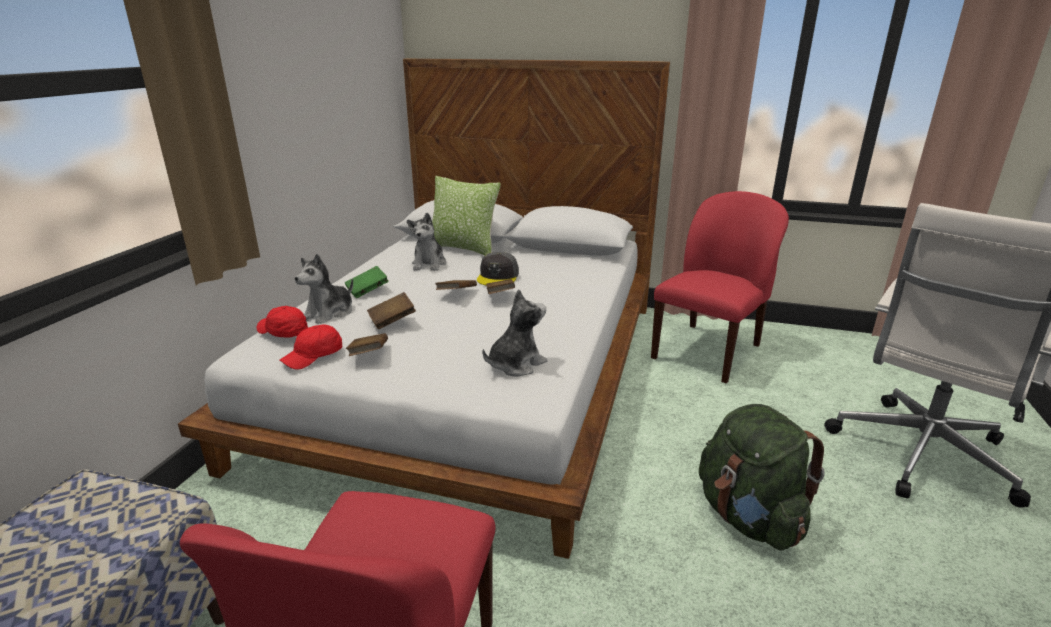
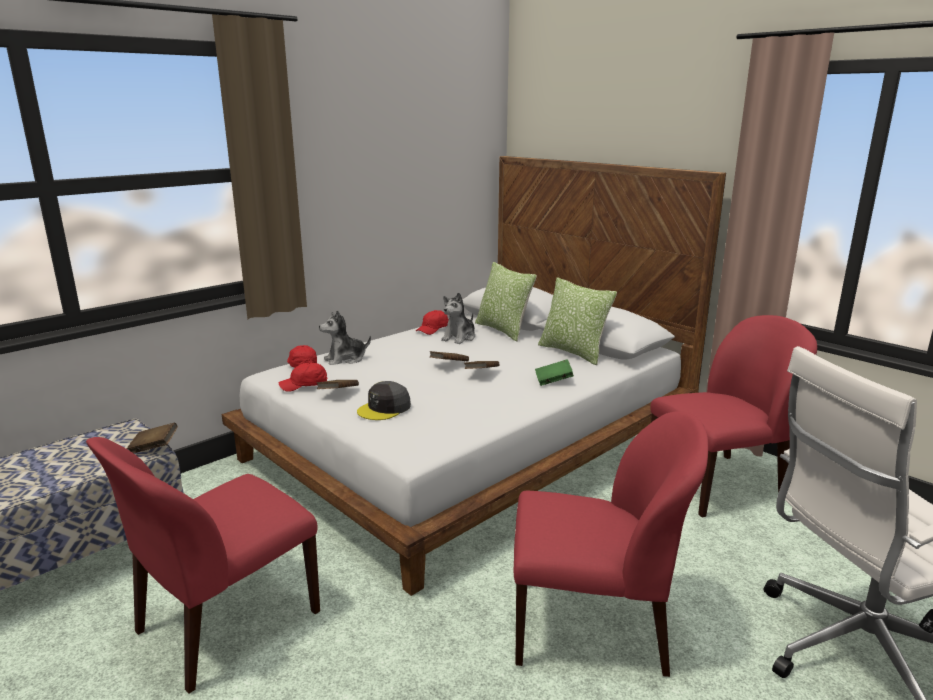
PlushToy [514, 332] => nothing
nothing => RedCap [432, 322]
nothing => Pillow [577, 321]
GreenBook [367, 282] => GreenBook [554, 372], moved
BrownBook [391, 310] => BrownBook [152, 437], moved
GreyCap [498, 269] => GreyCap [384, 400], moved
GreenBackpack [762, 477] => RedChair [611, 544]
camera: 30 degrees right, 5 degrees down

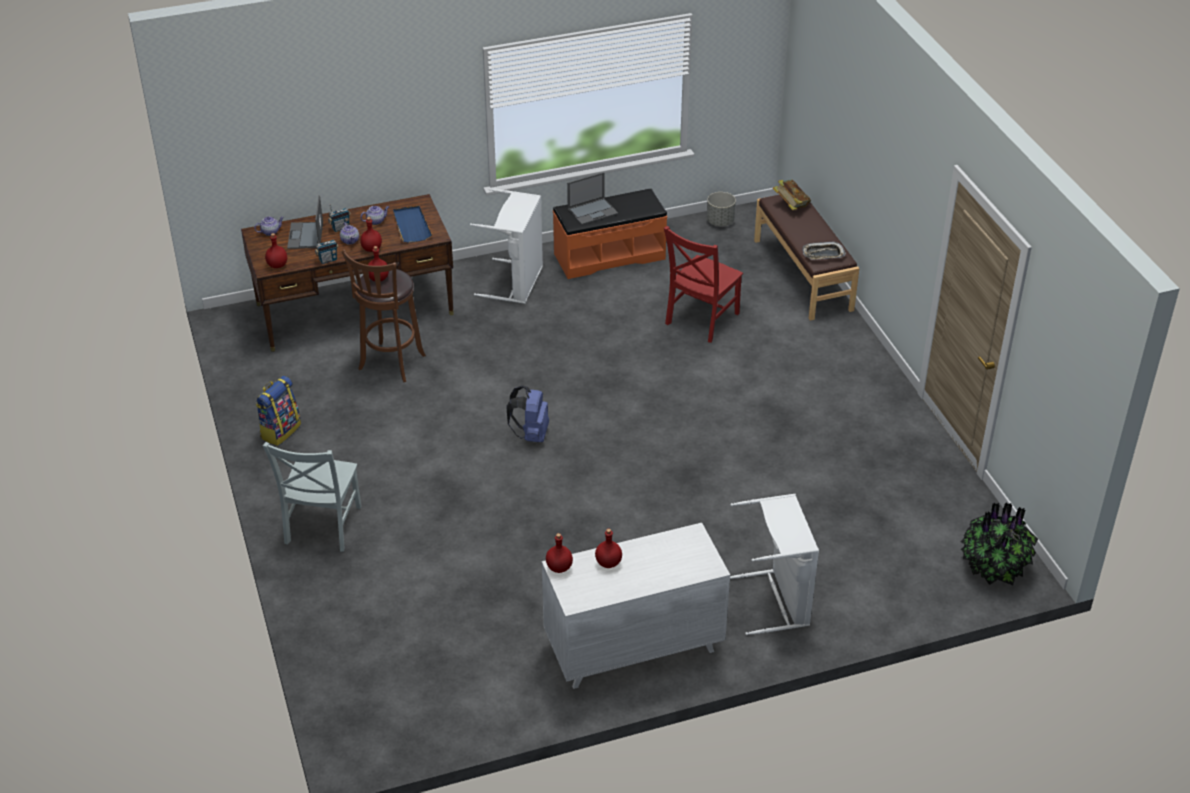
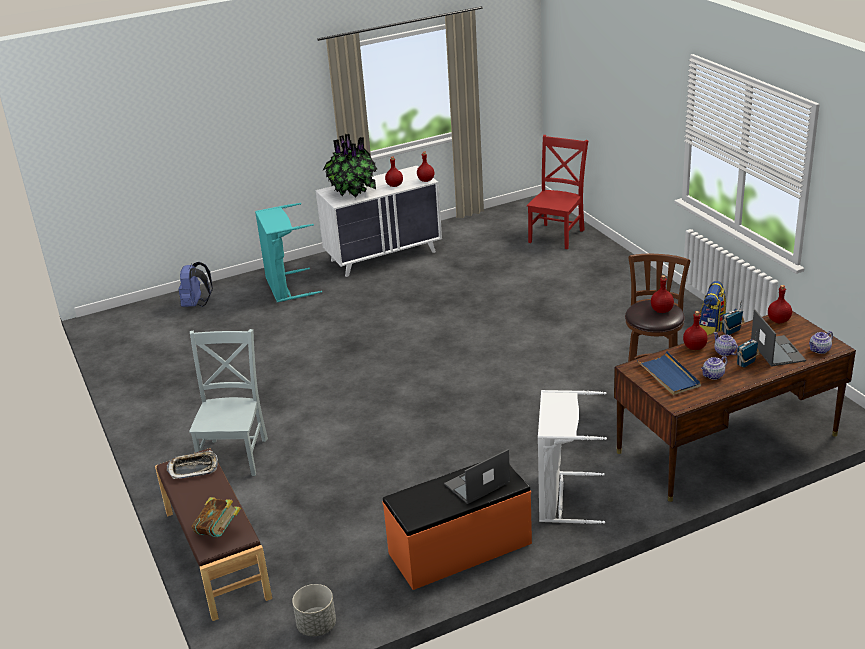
GreyChair [312, 497] => GreyChair [228, 402], moved
BlueBackpack [528, 413] => BlueBackpack [195, 284], moved
RedChair [703, 284] => RedChair [558, 192], moved
PottedPlant [999, 543] => PottedPlant [350, 166], moved
WhiteLaundryBasket [774, 564] => TurquoiseLaundryBasket [288, 252]
camera: 175 degrees right, 10 degrees down

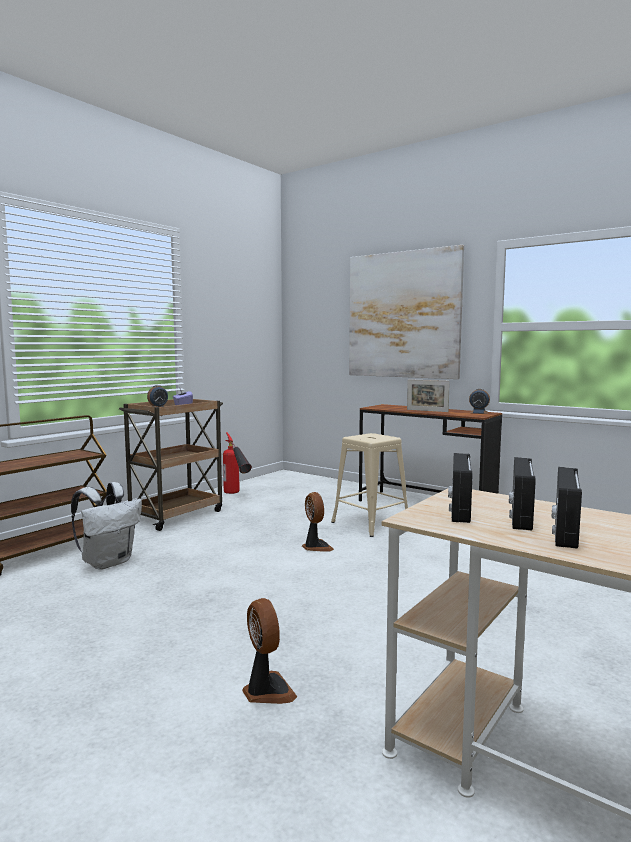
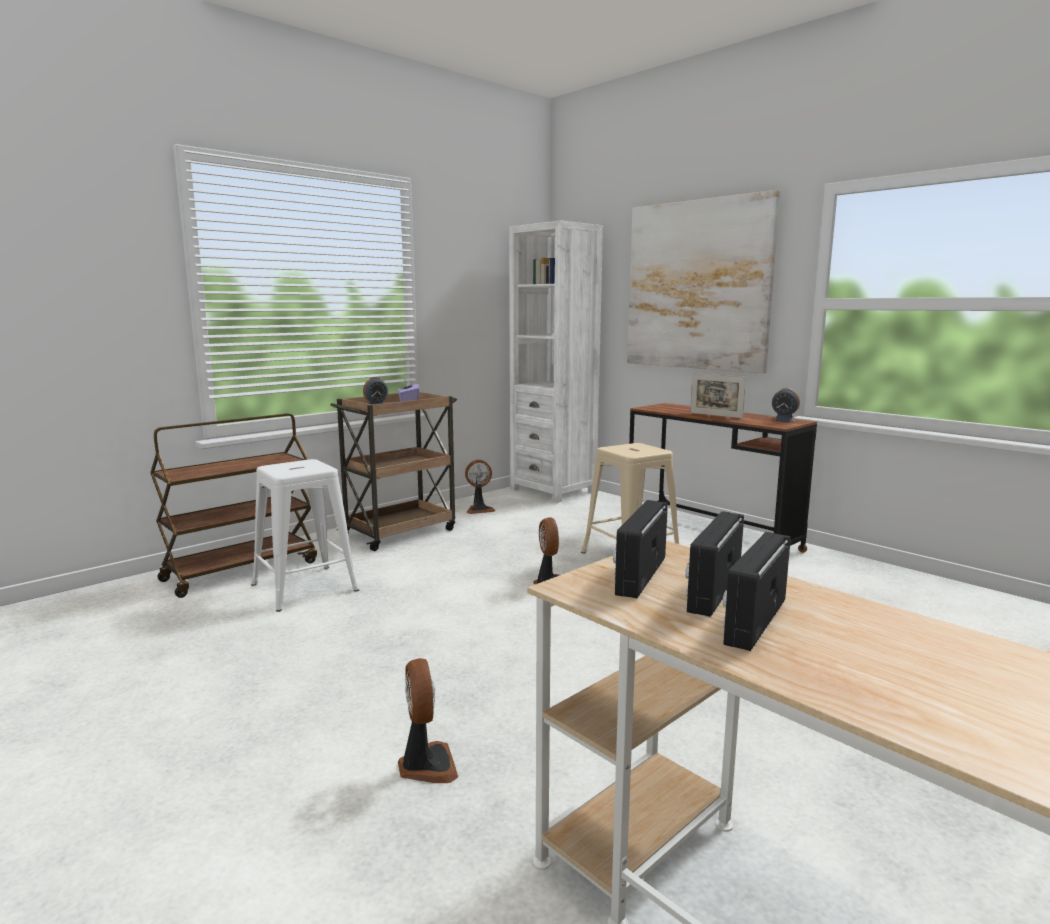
nothing => WhiteBookcase [556, 362]
WhiteBackpack [106, 526] => WhiteStool [305, 535]
FireExtinguisher [237, 463] => Fan [480, 487]
camera: 10 degrees right, 5 degrees up

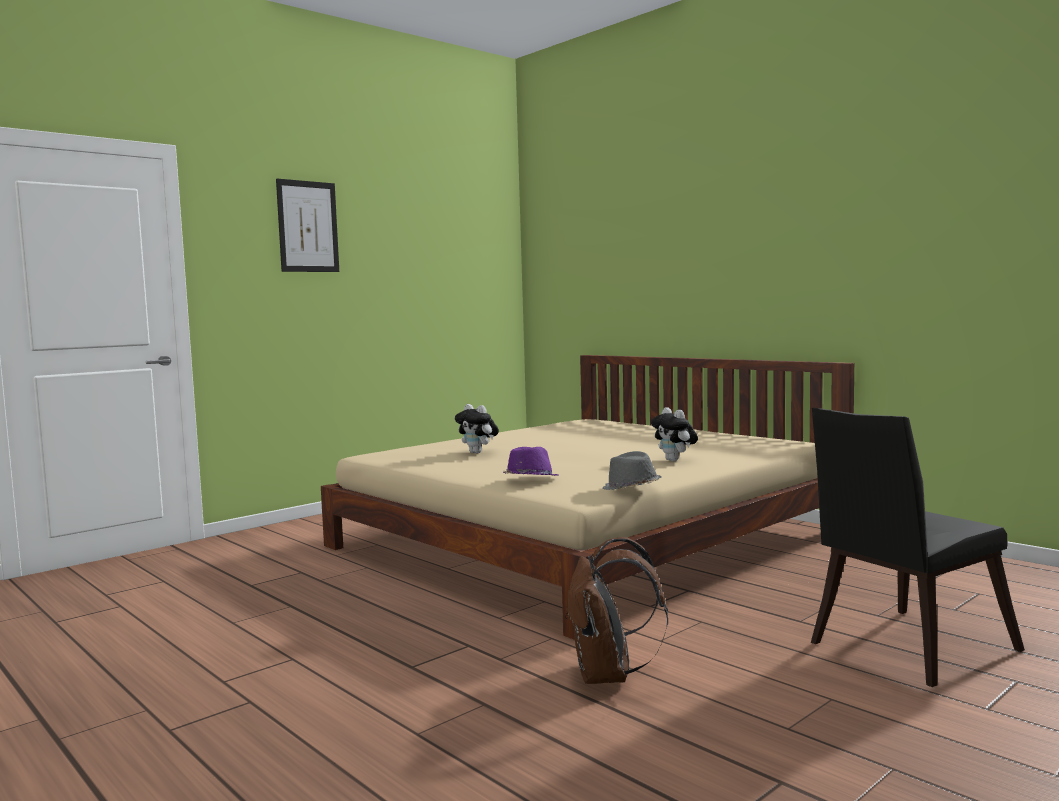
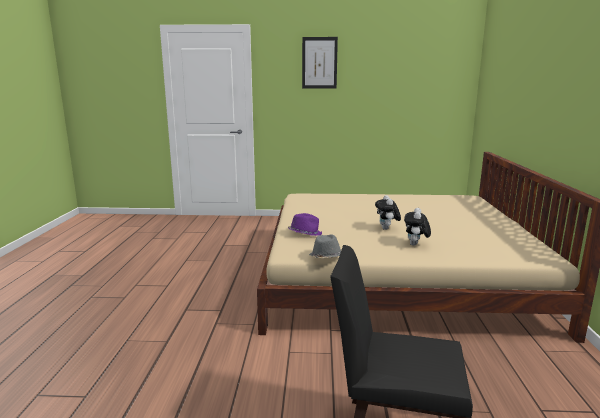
BrownBackpack [616, 610] => nothing
PlushToy [477, 428] => PlushToy [388, 212], moved
camera: 45 degrees right, 10 degrees up

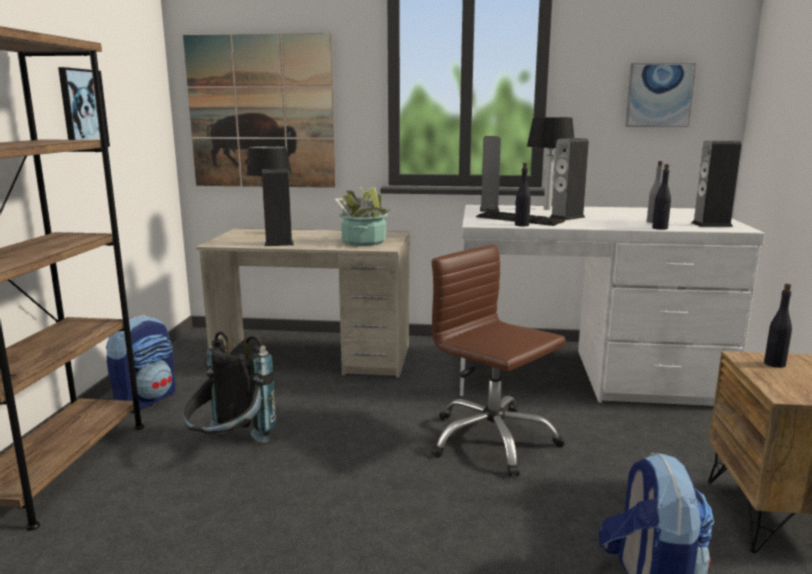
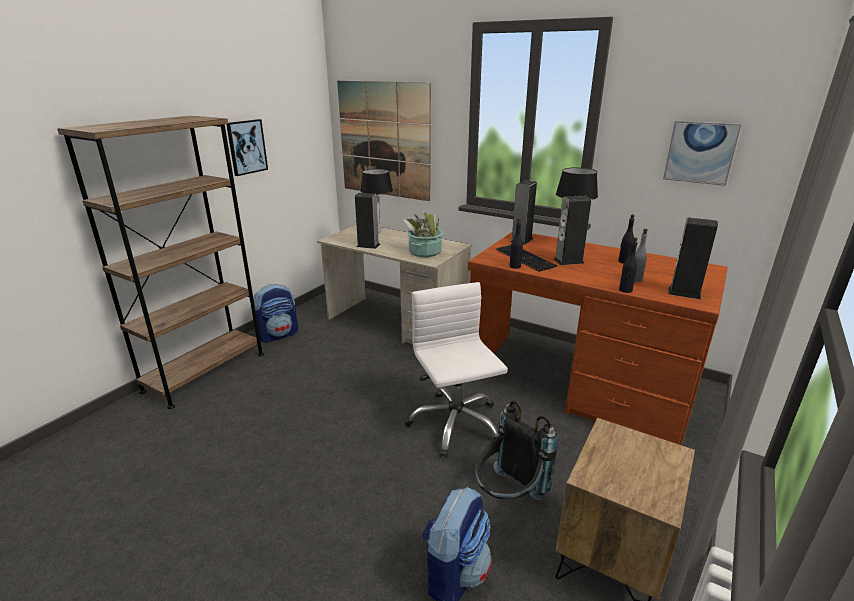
BlackBackpack [229, 387] => BlackBackpack [516, 450], moved
BlackBottle [778, 325] => BlackBottle [626, 239], moved
BrownOfficeChair [498, 361] => WhiteOfficeChair [456, 370]
WhiteDesk [612, 305] => BrownDesk [598, 338]
camera: 25 degrees right, 10 degrees up

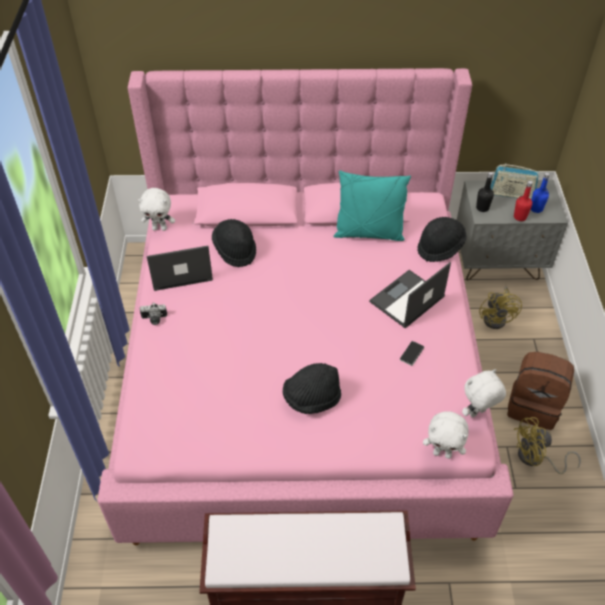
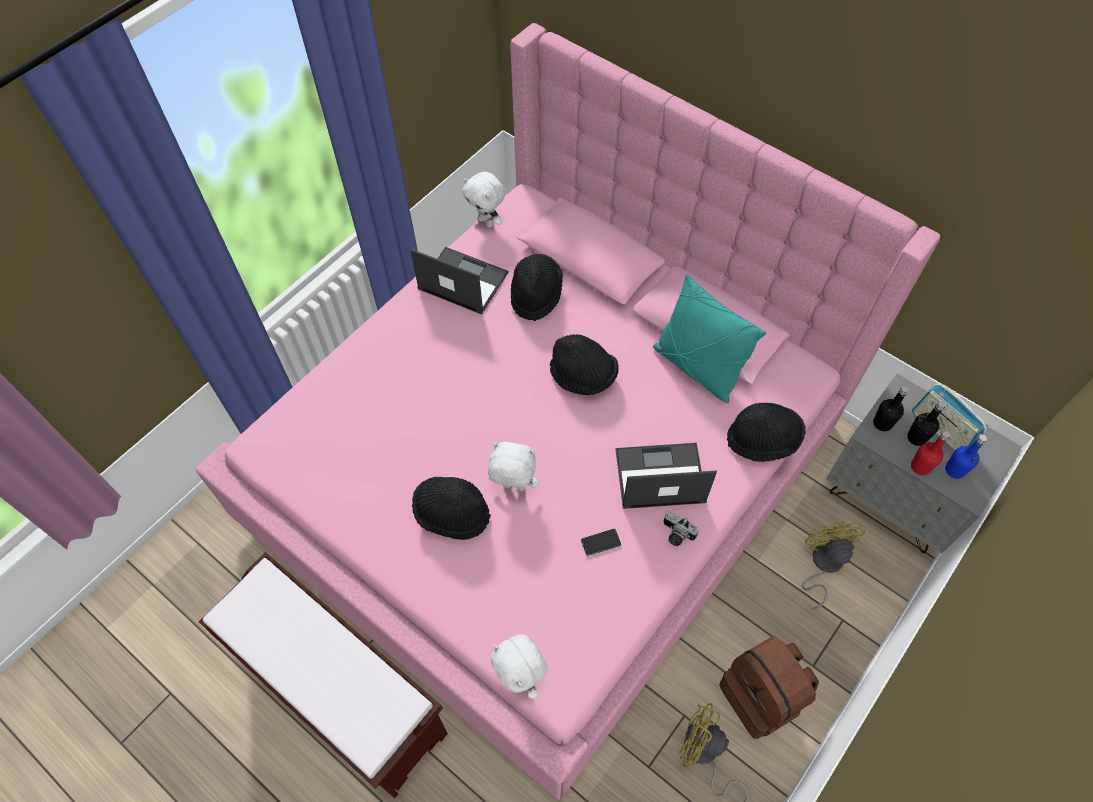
nothing => BlackHat [584, 364]
nothing => BlackBottle [926, 423]
PhotoCamera [153, 314] => PhotoCamera [681, 528], moved
WhitePlushToy [484, 393] => WhitePlushToy [513, 466], moved
YellowFan [500, 307] => YellowFan [834, 565], 135 degrees clockwise
camera: 40 degrees right, 10 degrees up

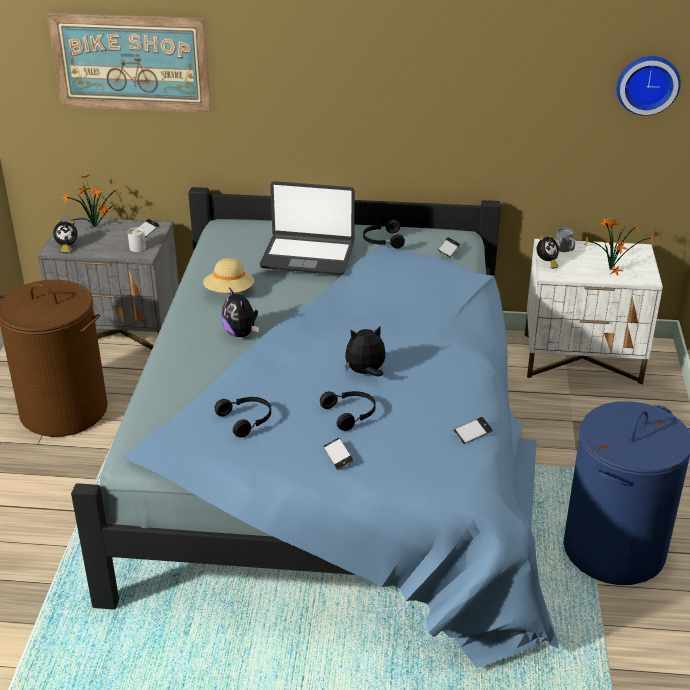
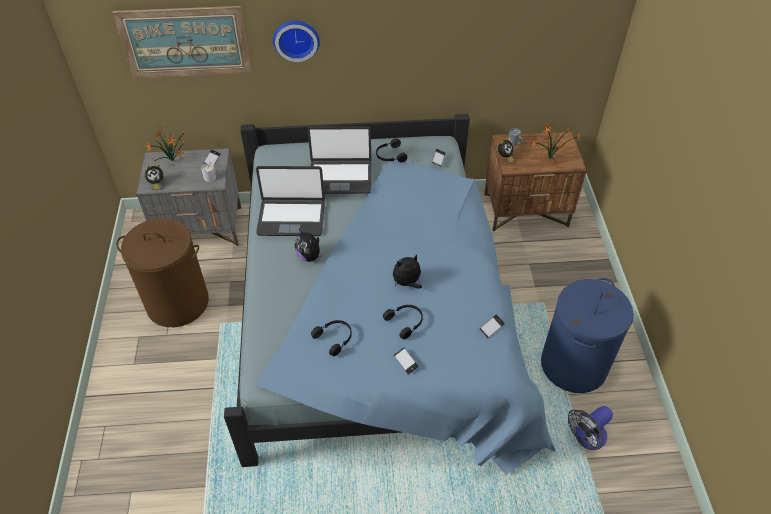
nothing => Fan [590, 428]
WallClock [649, 86] => WallClock [296, 41], moved
BeigeHat [228, 275] => Laptop [290, 201]
WhiteNightstand [594, 312] => BrownNightstand [535, 181]
camera: 10 degrees left, 15 degrees up

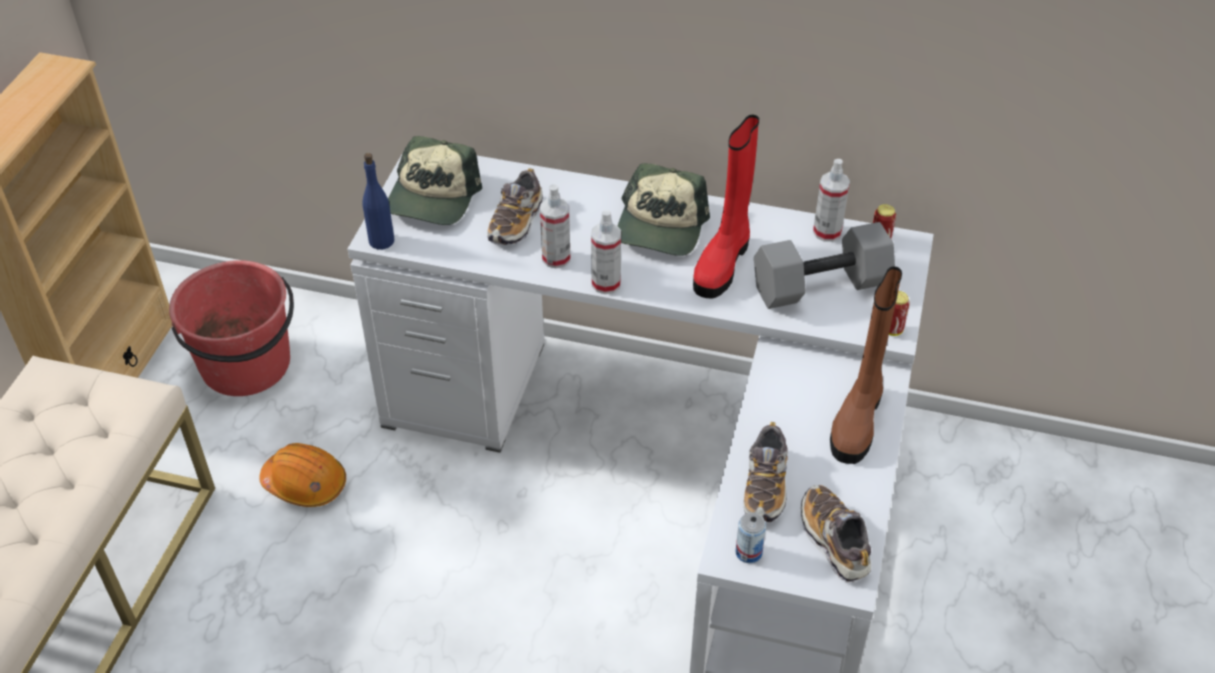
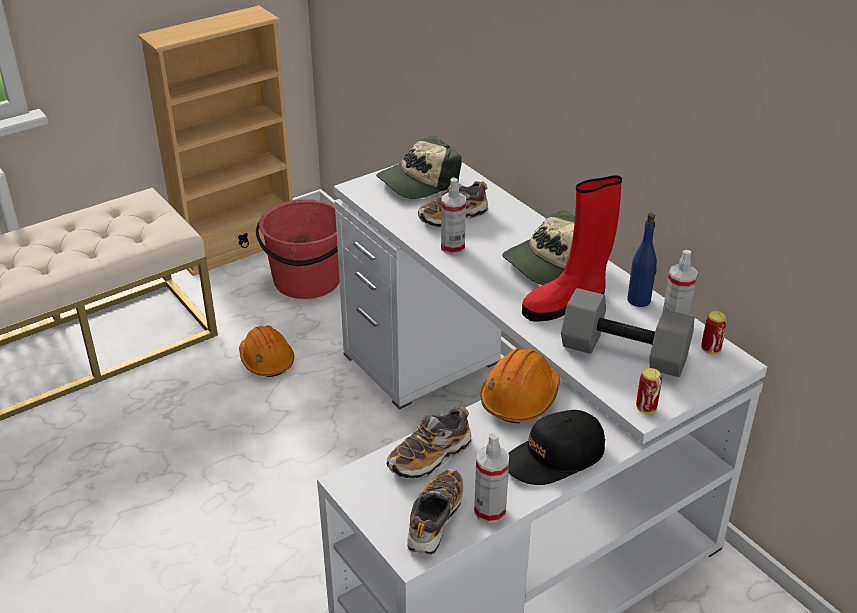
Can [750, 537] => nothing
nothing => OrangeHardHat [520, 385]
BlueBottle [378, 201] => BlueBottle [642, 260], moved
SprayBottle [606, 252] => SprayBottle [491, 478], moved
BrownBoot [866, 365] => BlackCap [556, 447]
camera: 40 degrees right, 10 degrees down

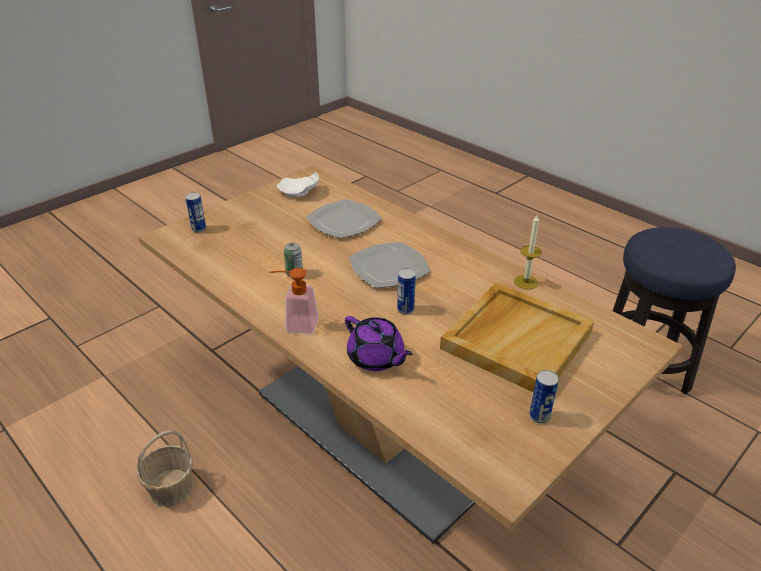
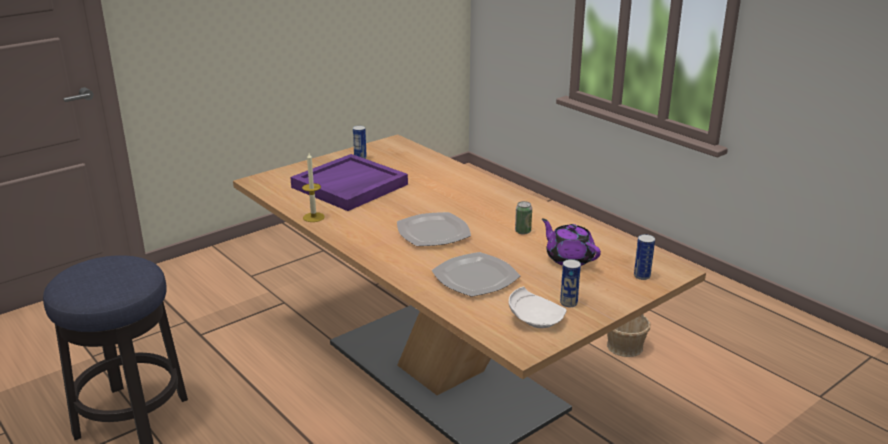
SoapDispenser [294, 301] => nothing
PurpleTeapot [379, 343] => PurpleTeapot [571, 242], moved
Can [406, 291] => Can [570, 283], moved
BeigeTray [517, 337] => PurpleTray [349, 182]
camera: 175 degrees left, 10 degrees down

